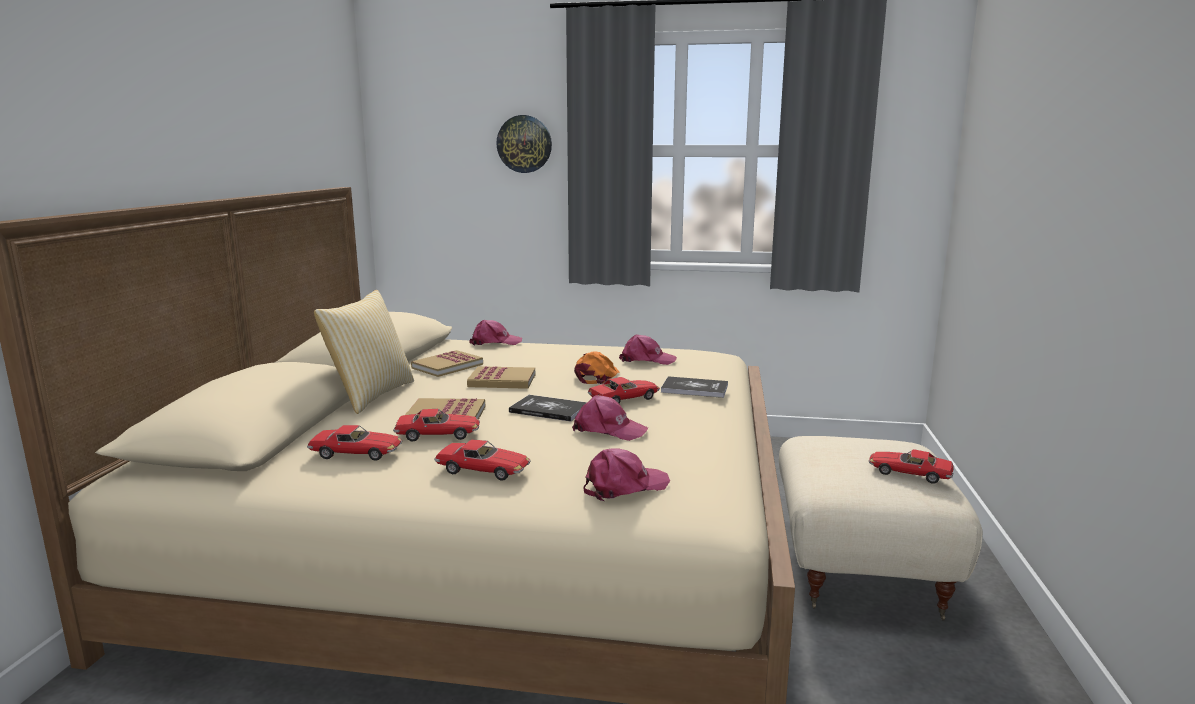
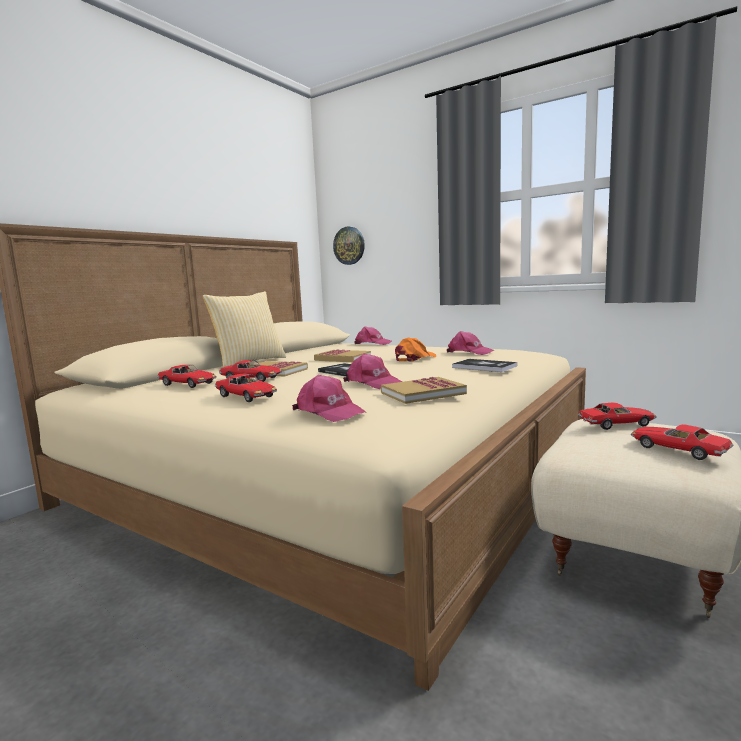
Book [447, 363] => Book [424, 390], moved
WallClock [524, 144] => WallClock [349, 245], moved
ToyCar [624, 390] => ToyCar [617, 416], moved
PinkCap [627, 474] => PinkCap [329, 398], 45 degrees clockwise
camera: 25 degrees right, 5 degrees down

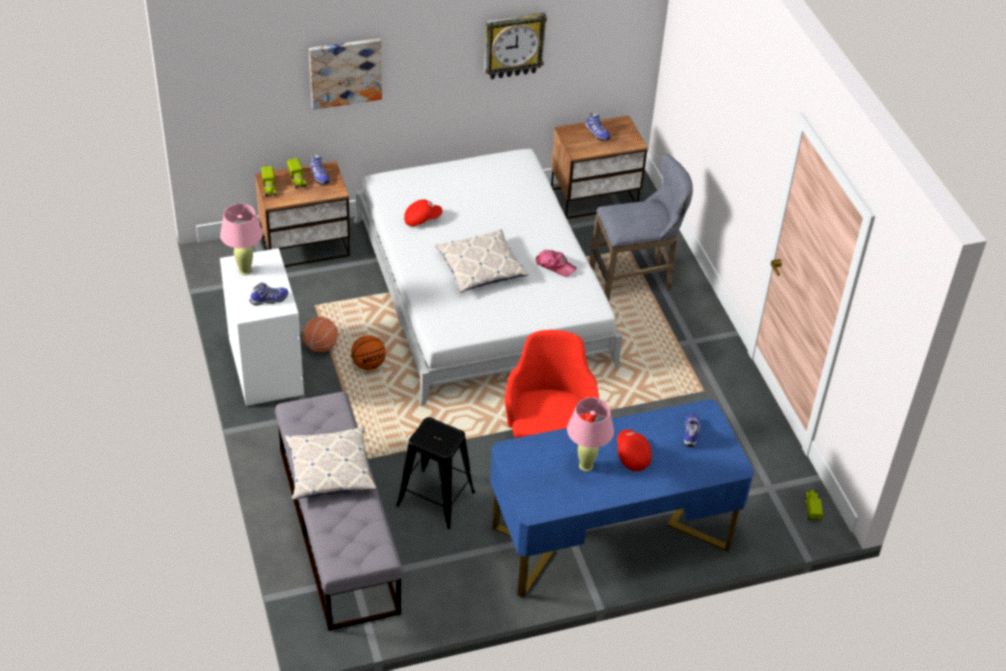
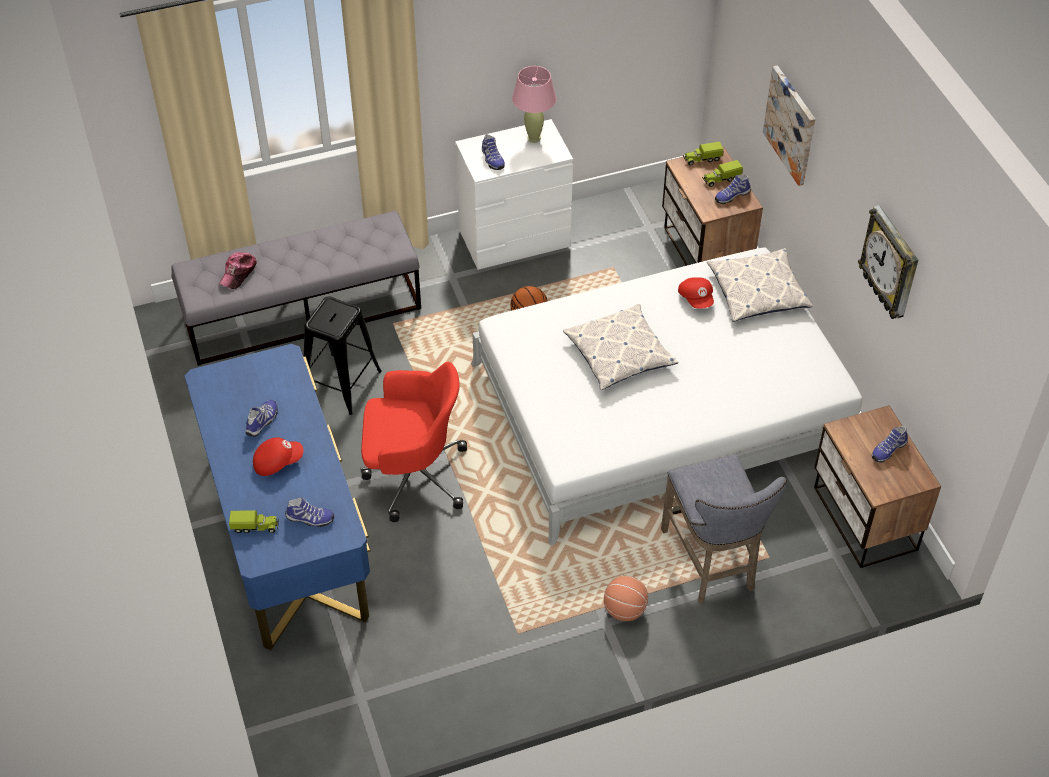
Pillow [330, 463] => Pillow [760, 285], moved
Basketball [320, 334] => Basketball [626, 598], moved
Cap [556, 263] => Cap [238, 270], moved
ToyTruck [814, 505] => ToyTruck [254, 522], moved
PinkTableLamp [590, 434] => Shoe [262, 418]
camera: 90 degrees right, 5 degrees up

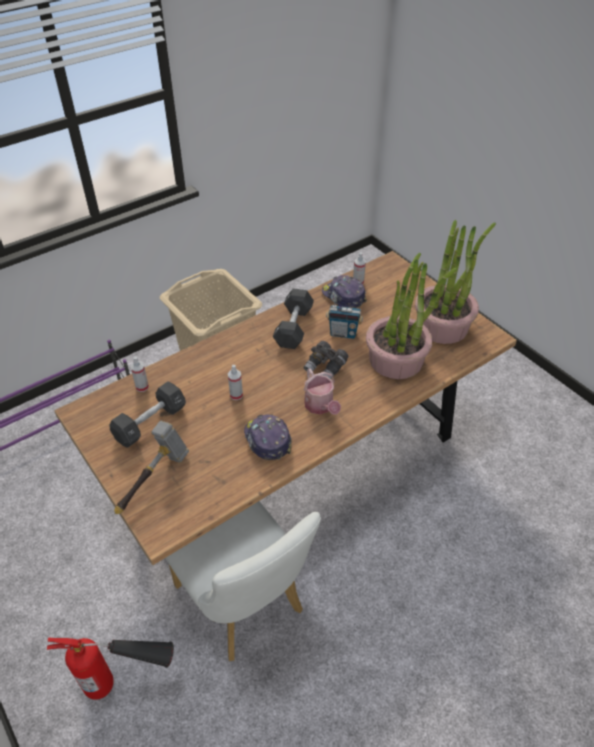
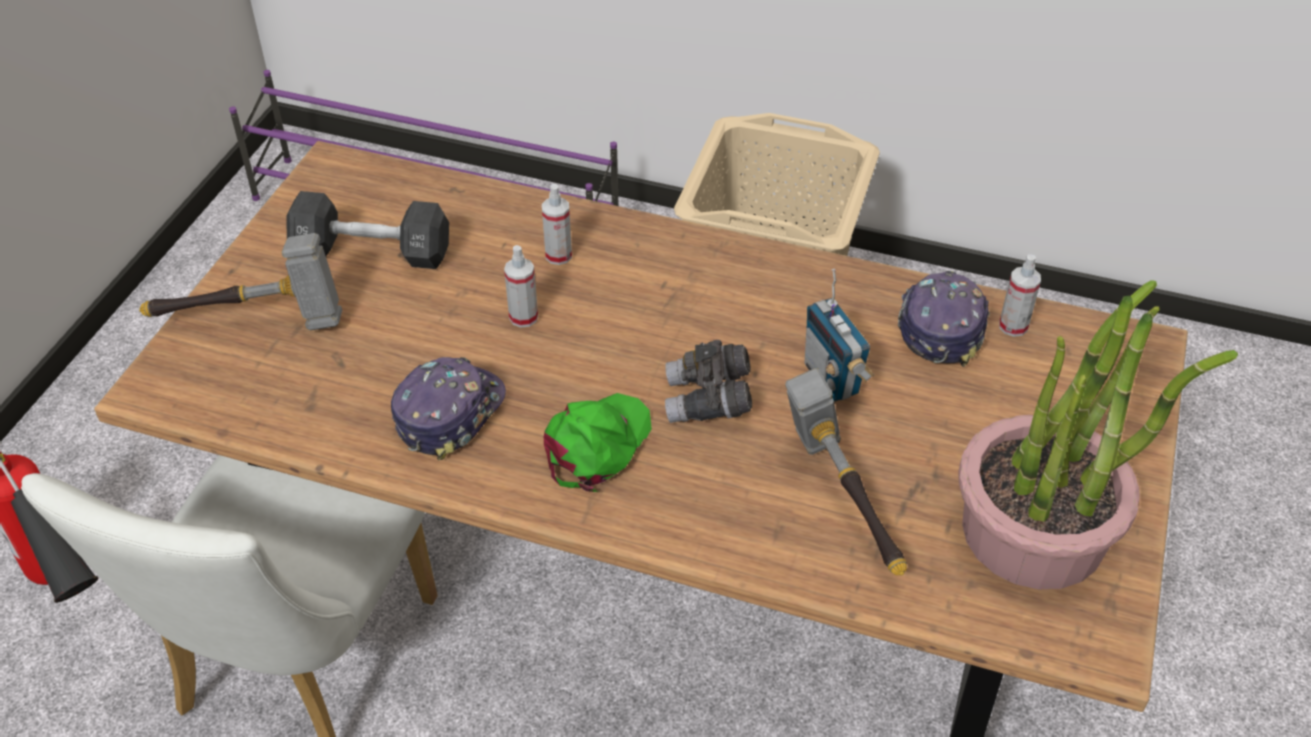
BlackDumbbell [293, 318] => nothing
SprayBottle [139, 374] => SprayBottle [557, 224], moved
WateringCan [322, 391] => GreenCap [598, 442]
PottedPlant [411, 316] => Hammer [846, 472]
camera: 55 degrees right, 0 degrees up

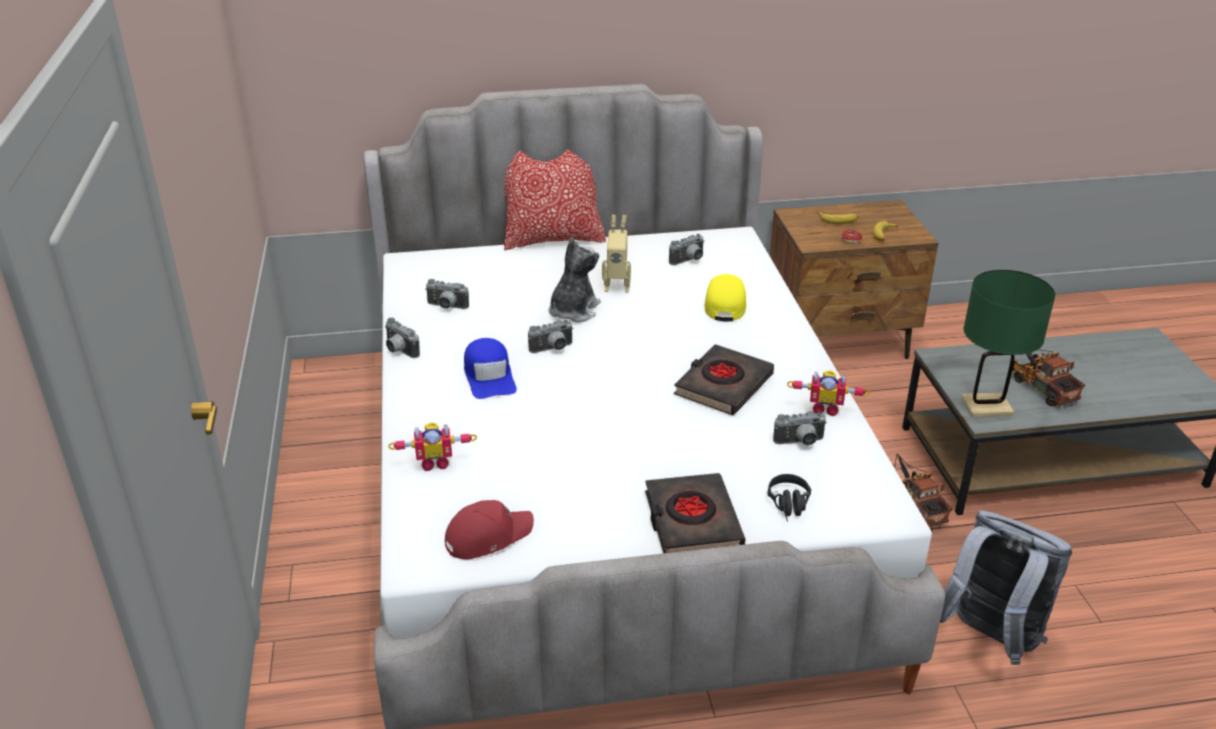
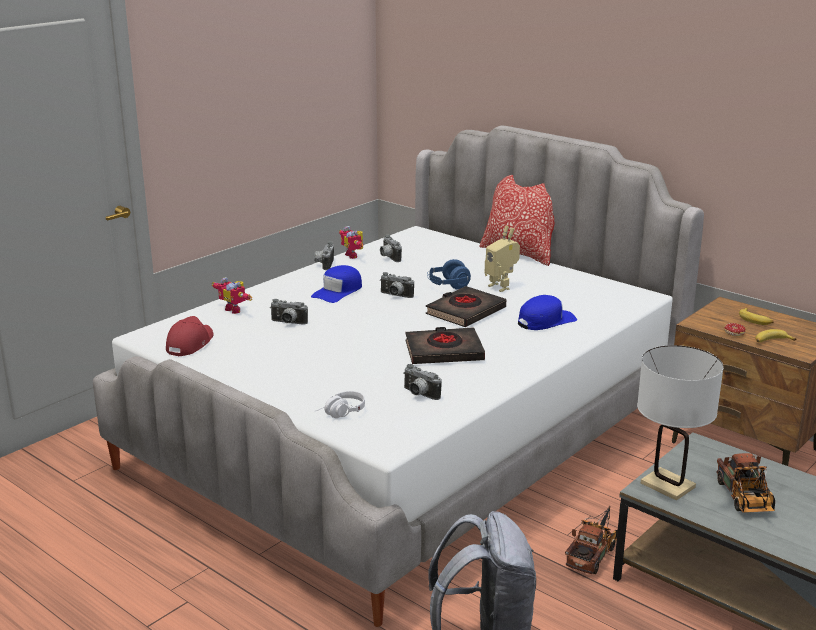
BlackBook [695, 513] => BlackBook [465, 306], moved
PhotoCamera [686, 249] => PhotoCamera [289, 312], moved
ToyRobot [828, 393] => ToyRobot [351, 242], moved
PlushToy [575, 280] => BlueHeadphones [449, 274]
YellowCap [725, 297] => BlueCap [547, 312]
BlackHeadphones [789, 498] => WhiteHeadphones [339, 404]
GreenTableLamp [1008, 343] => WhiteTableLamp [680, 422]
RedCap [489, 530] => RedCap [190, 336], 90 degrees counterclockwise
ToyTruck [1048, 377] => ToyTruck [746, 483], 150 degrees clockwise
camera: 50 degrees right, 10 degrees down

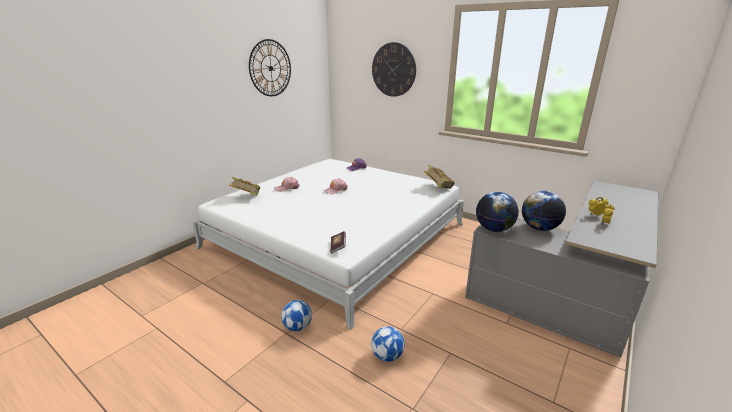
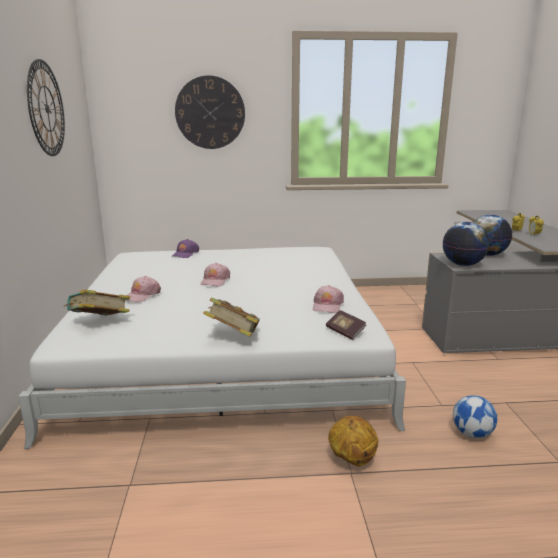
nothing => PinkCap [328, 299]
Book [439, 177] => Book [231, 317], moved
Football [296, 315] => Basketball [353, 441]
camera: 40 degrees left, 5 degrees down

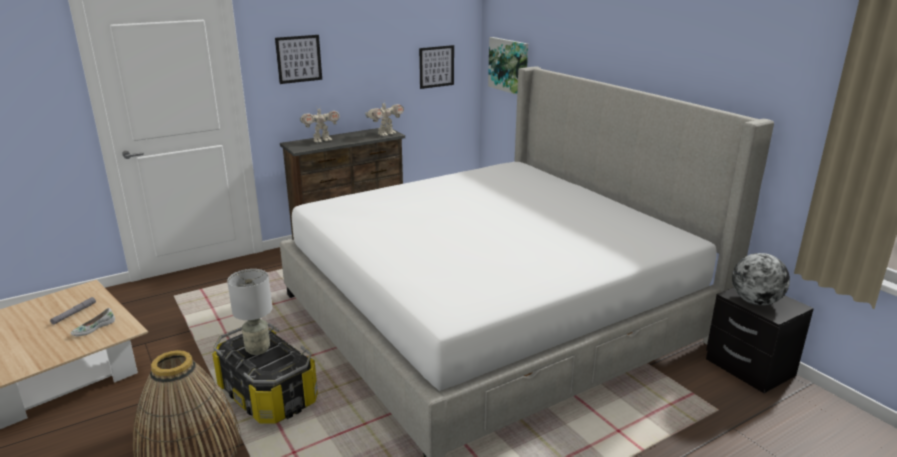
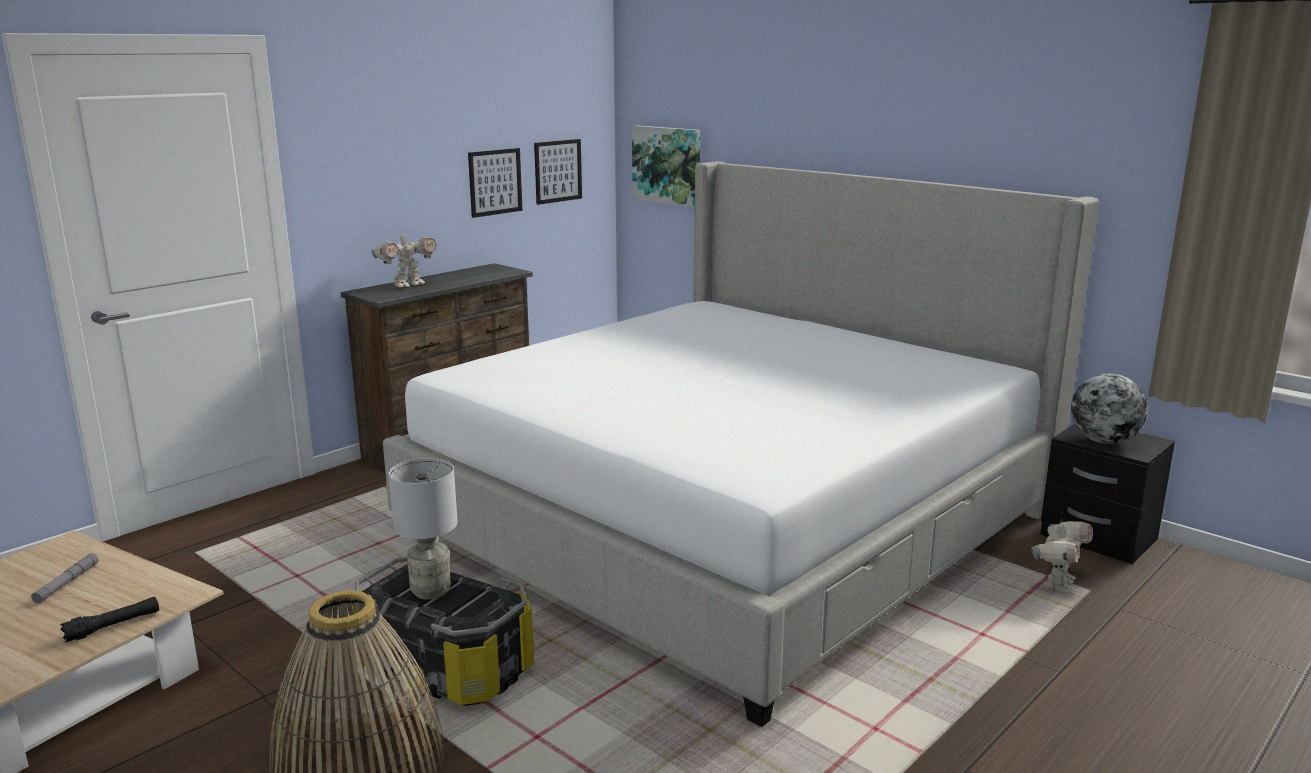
WhiteShoe [93, 322] => nothing
nothing => BlackFlashlight [109, 620]
Picture [298, 59] => Picture [495, 183], moved
ToyRobot [384, 118] => ToyRobot [1062, 556], moved
camera: 15 degrees left, 5 degrees down

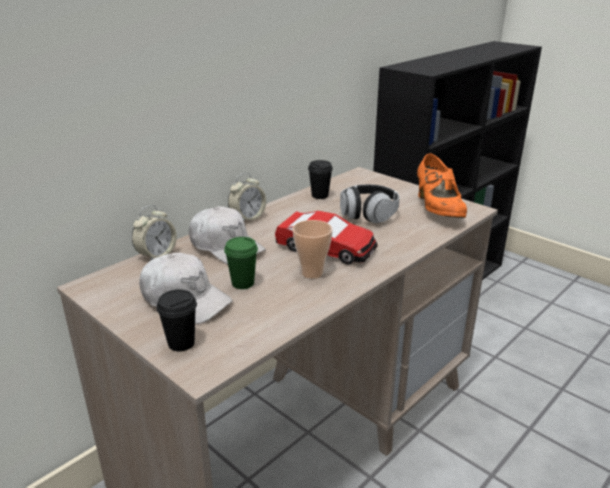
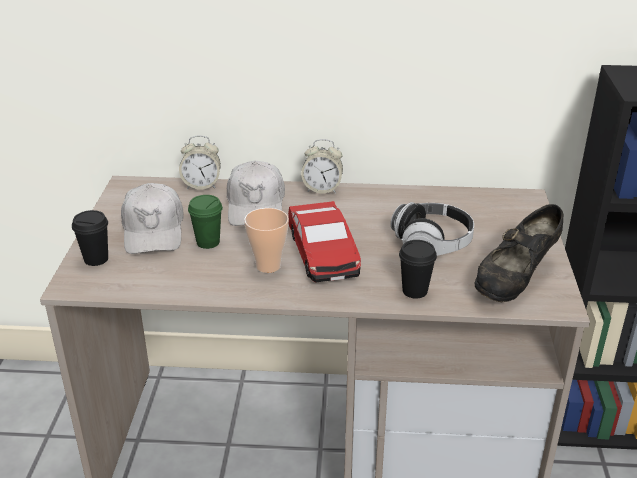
BlackCup [320, 179] => BlackCup [418, 269], moved
OrangeShoe [442, 186] => BlackShoe [518, 253]
camera: 50 degrees right, 5 degrees up

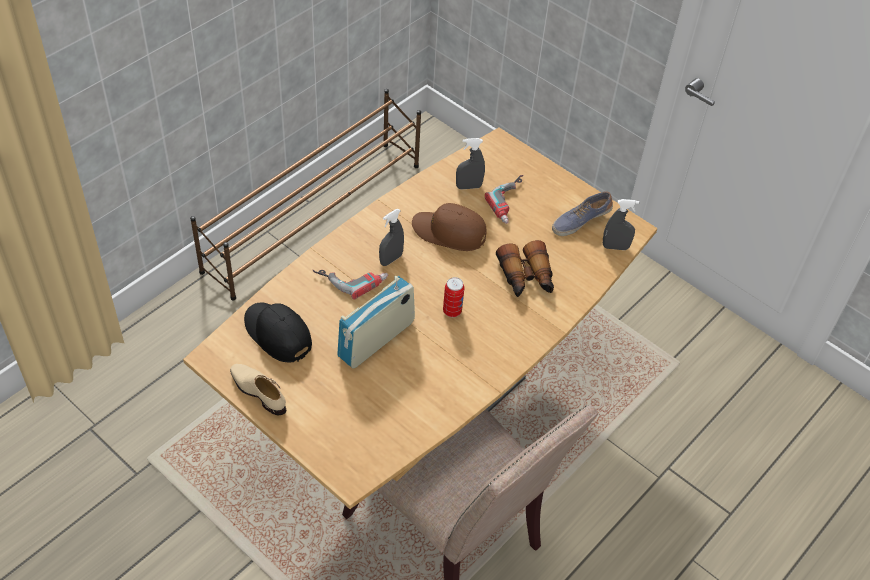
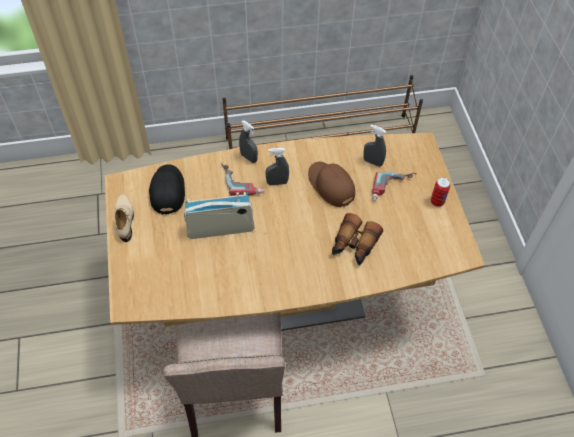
Shoe [582, 213] => nothing
Can [453, 297] => Can [440, 192], moved
GreySprayBottle [621, 224] => GreySprayBottle [248, 141], moved
camera: 40 degrees right, 5 degrees up

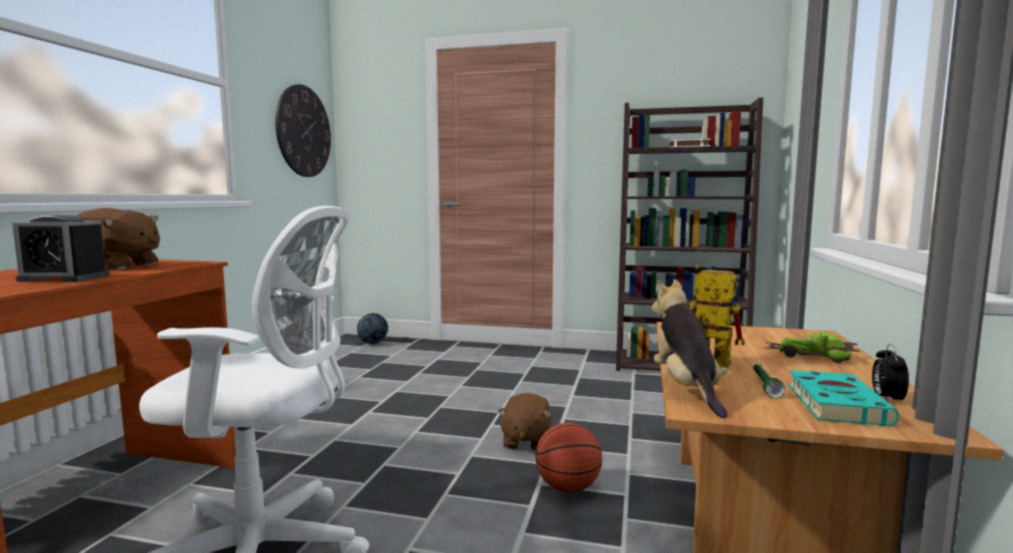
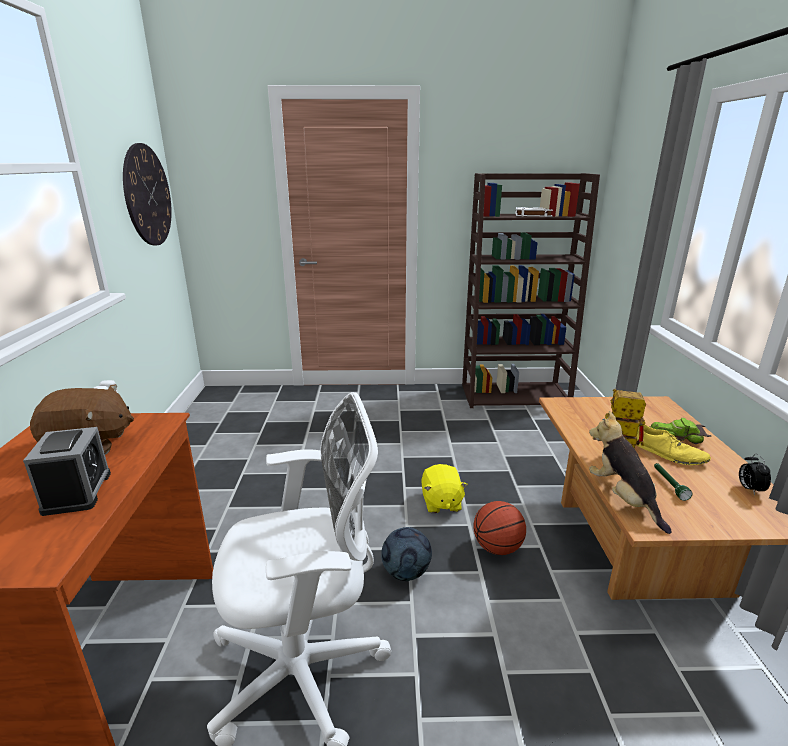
TurquoiseBook [843, 398] => nothing
nothing => YellowShoe [673, 445]
Football [372, 328] => Football [406, 554], moved
BrownPlushToy [524, 422] => YellowPlushToy [444, 488]
AlarmClock [61, 248] => AlarmClock [67, 471], 90 degrees counterclockwise
camera: 15 degrees left, 15 degrees up

